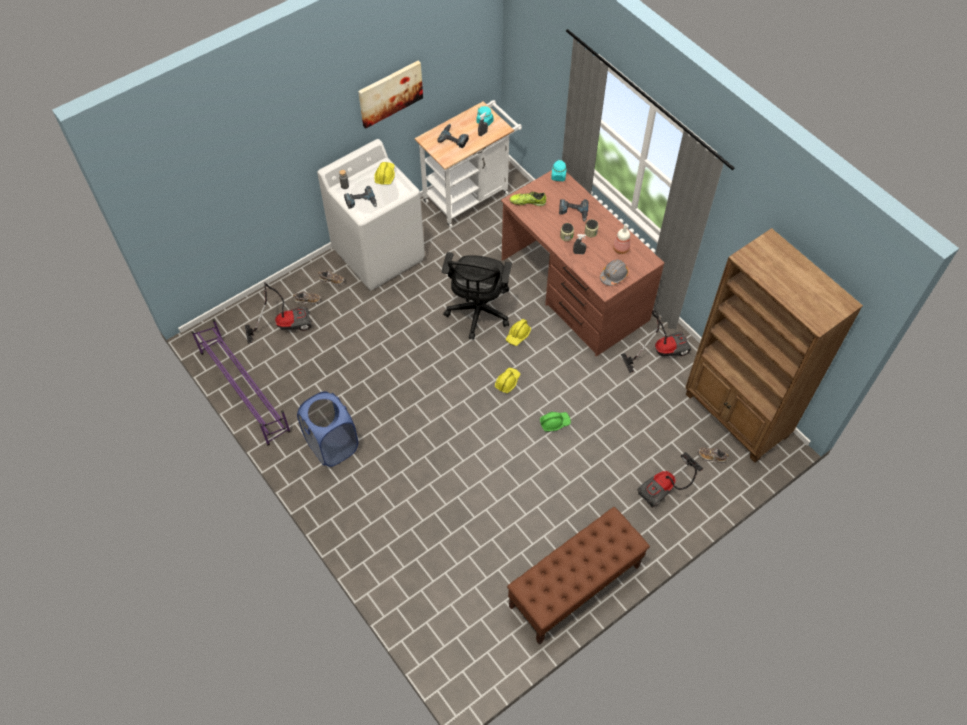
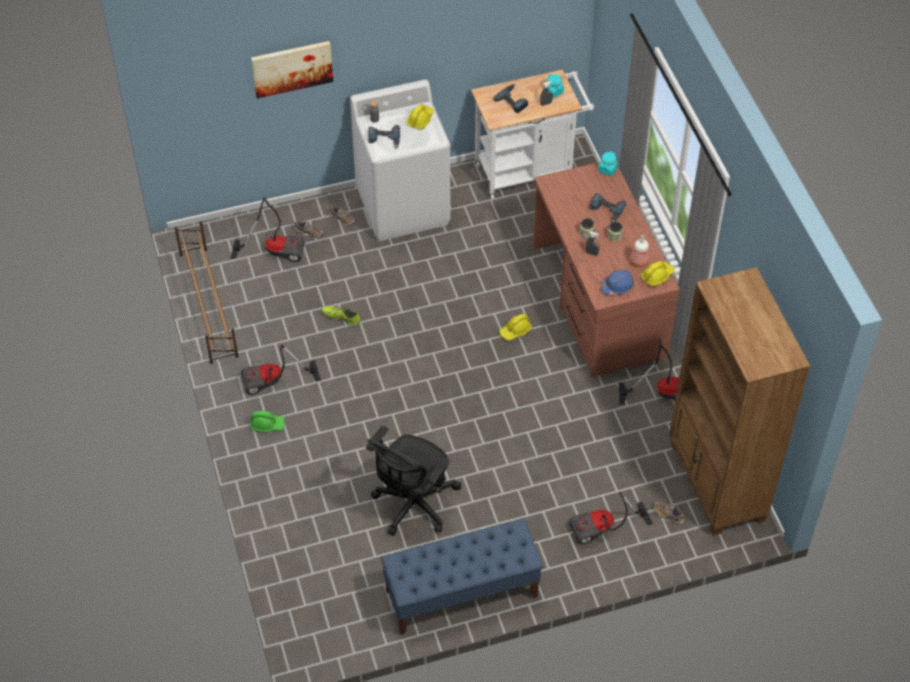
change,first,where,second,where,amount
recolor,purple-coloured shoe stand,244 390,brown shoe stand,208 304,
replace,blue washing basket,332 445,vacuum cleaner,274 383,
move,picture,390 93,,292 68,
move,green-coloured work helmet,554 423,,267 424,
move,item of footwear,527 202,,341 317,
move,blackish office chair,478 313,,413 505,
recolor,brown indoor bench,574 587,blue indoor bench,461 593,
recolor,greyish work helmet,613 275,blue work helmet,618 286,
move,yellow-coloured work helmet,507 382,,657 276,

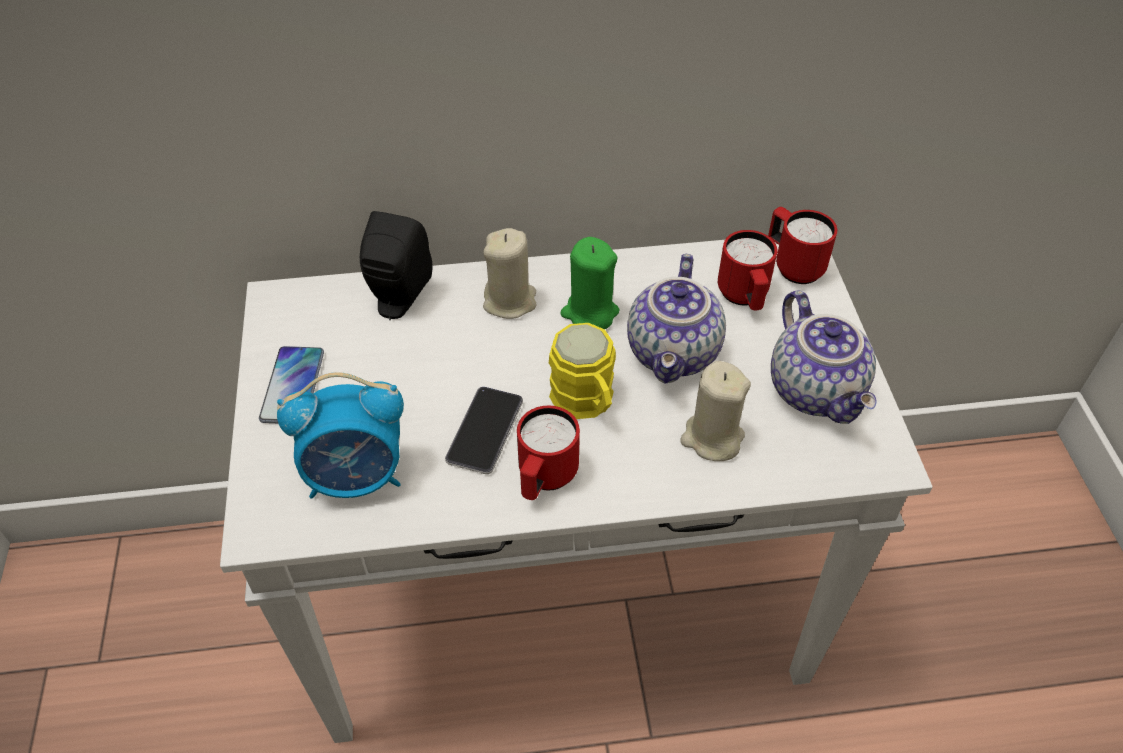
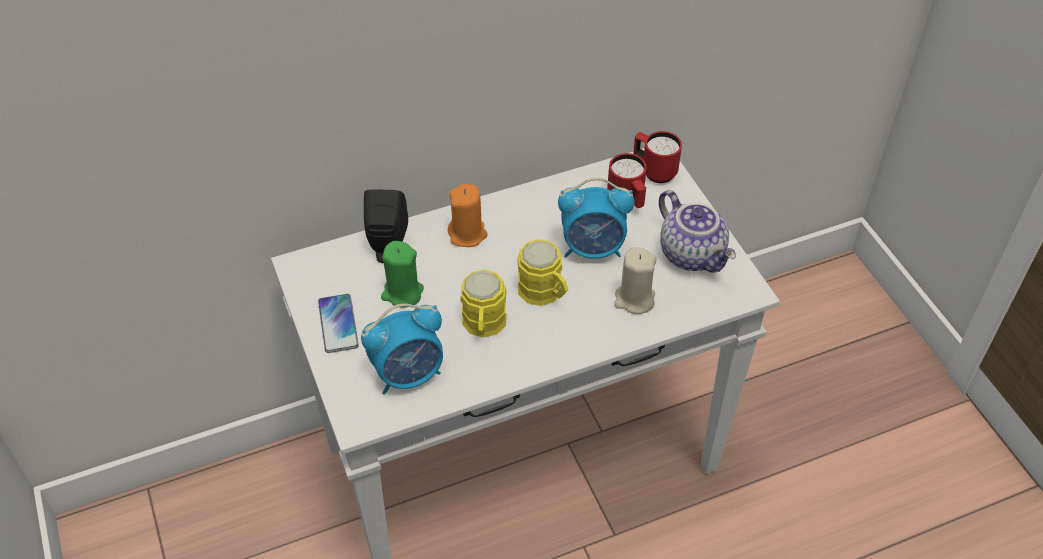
change,first,where,second,where,amount
move,green-coloured wax candle,589 313,,402 293,
recolor,beige-coloured wax candle,510 301,orange wax candle,467 234,
replace,phone,485 431,yellow-coloured mug,483 326,
replace,tea pot,675 354,bedside clock,593 248,
delete,red mug,544 479,,,

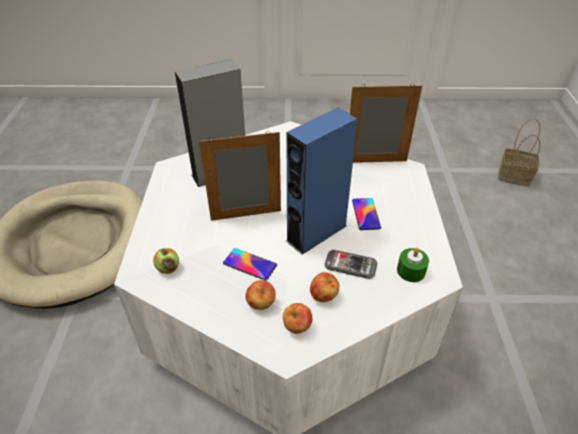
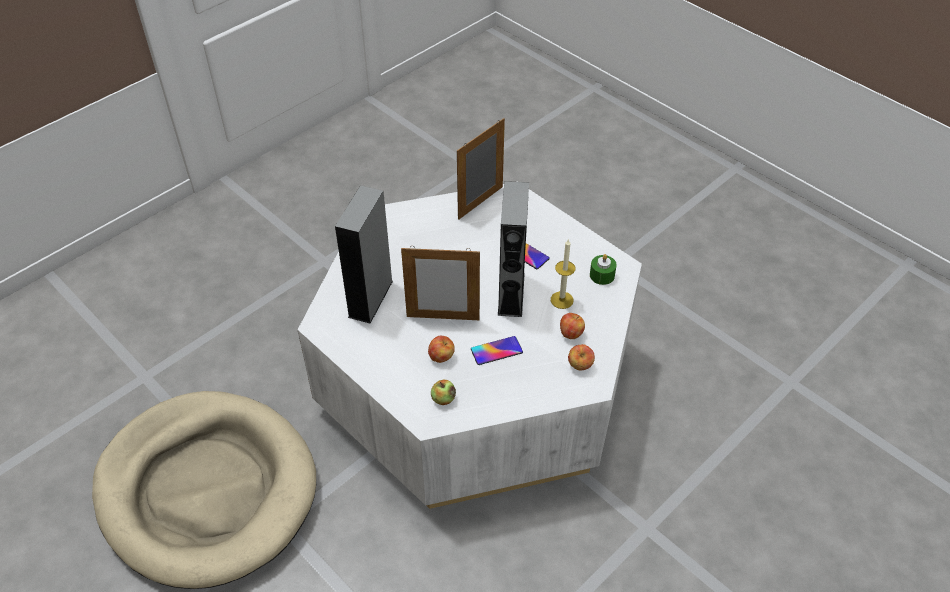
change,first,where,second,where,amount
rotate,picture frame,246 215,,443 318,120 degrees counterclockwise
move,whole apple,261 304,,441 357,
recolor,blue speaker,316 233,greyish speaker,511 293,
replace,phone,350 265,wax candle,562 300,
delete,storage basket,515 176,,,

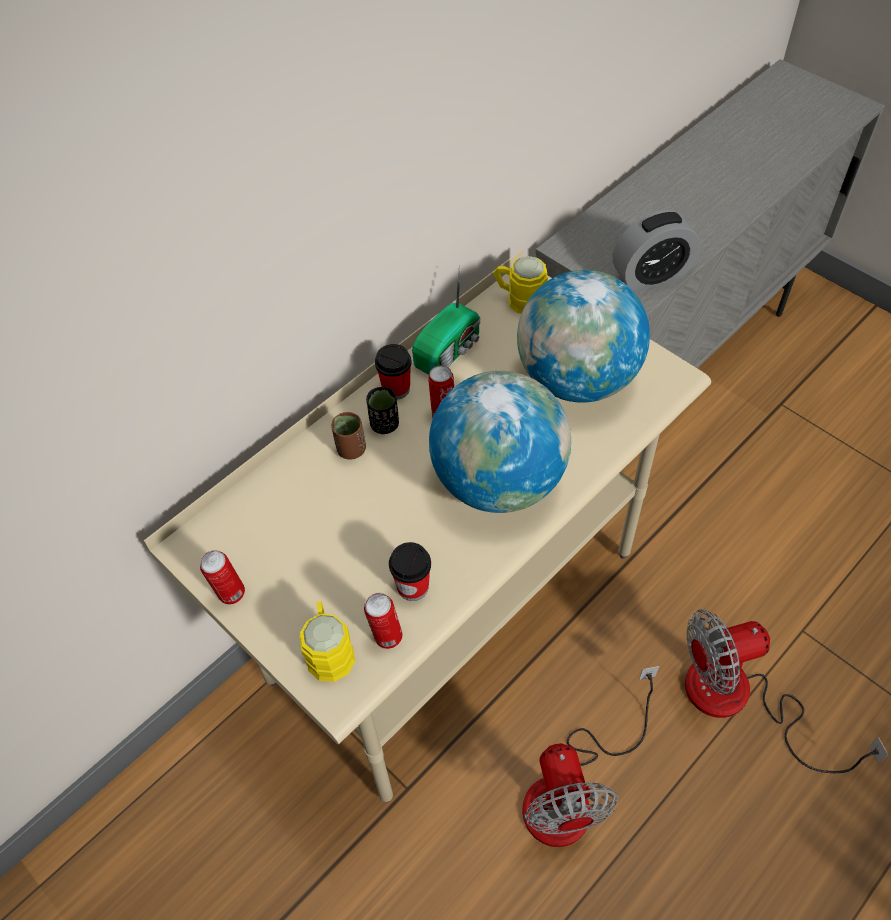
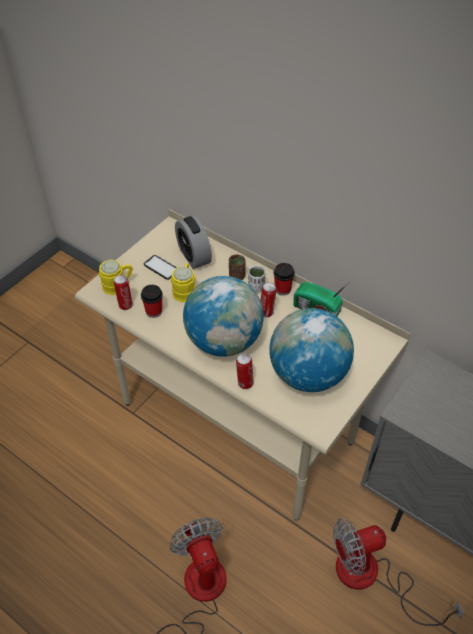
change,first,where,second,where,amount
insert,,,phone,161 267,
move,yellow-coloured mug,519 299,,185 289,
move,bedside clock,651 276,,194 256,
move,metal can,230 594,,244 383,
recolor,blackish cup,384 424,white-coloured cup,256 288,
move,electric fan,572 791,,371 577,

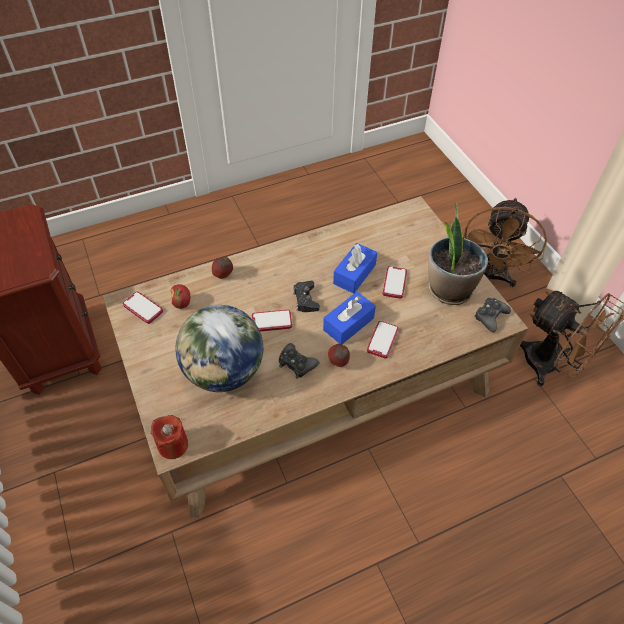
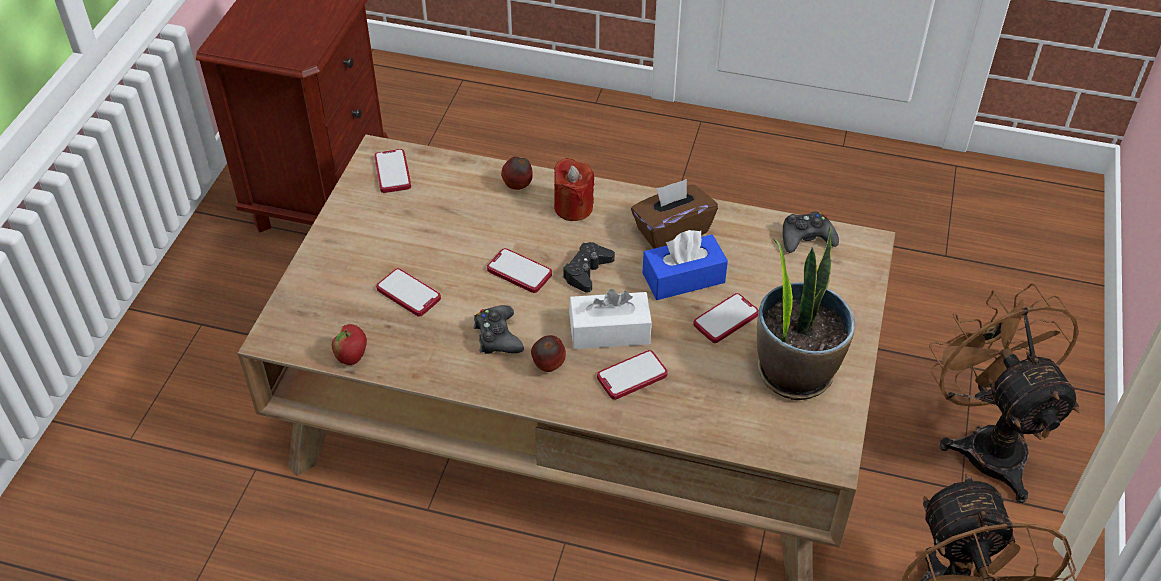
change,first,where,second,where,amount
move,whole apple,182 304,,352 358,
replace,desk globe,224 372,phone,408 294,
move,red wax candle,173 445,,573 207,
recolor,blue tissue box,348 324,white-coloured tissue box,609 331,
insert,,,brown tissue box,672 231,
move,blackish joypad,490 317,,806 238,
rotate,brown electric fan,489 276,,986 442,105 degrees clockwise

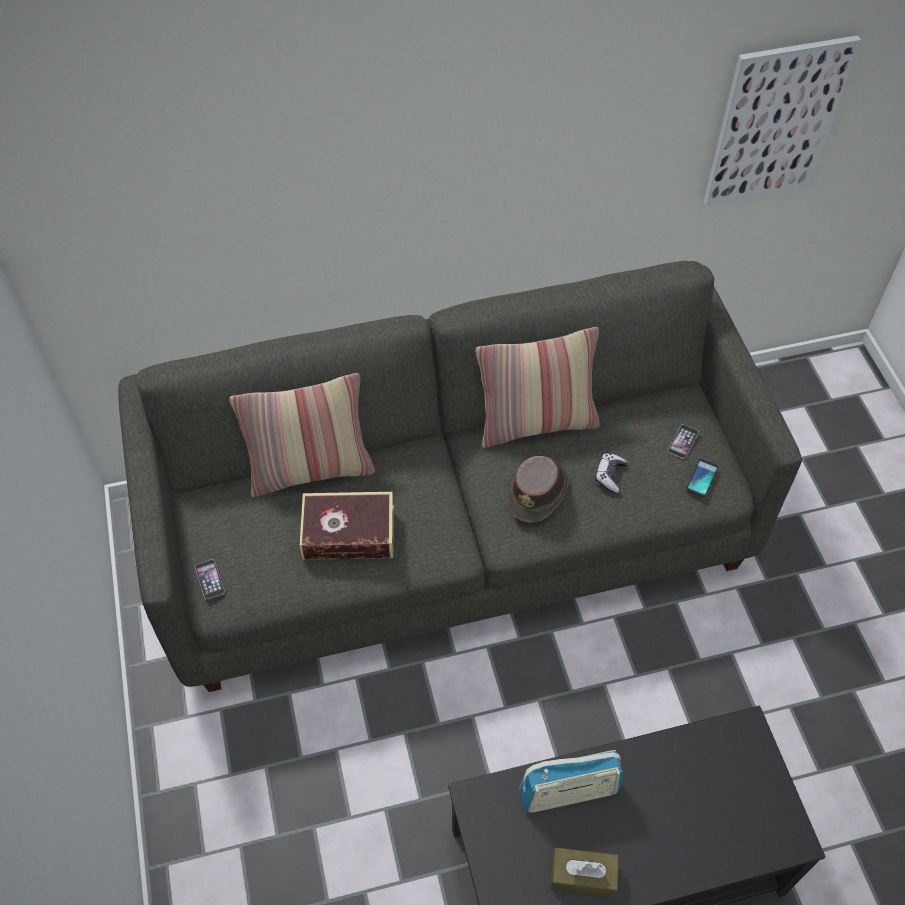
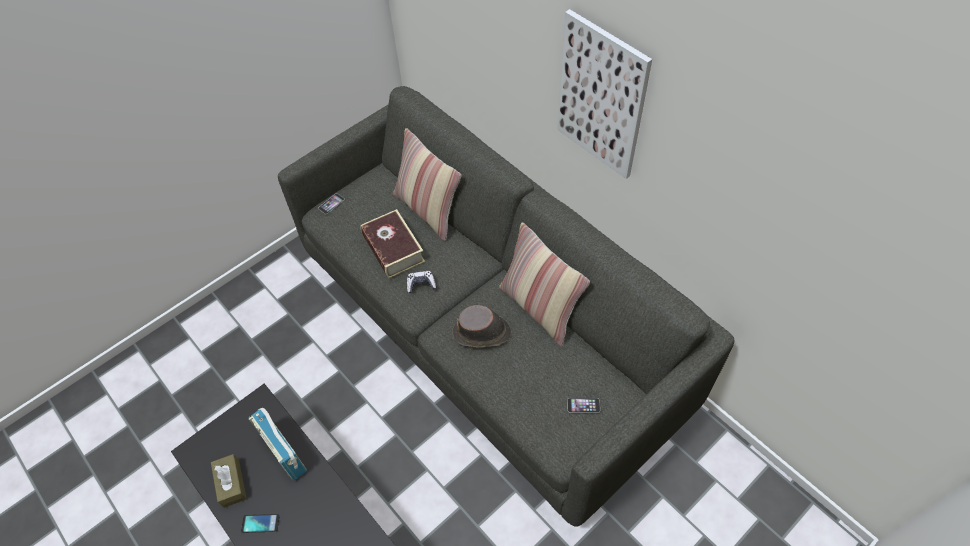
change,first,where,second,where,amount
move,phone,702 478,,260 523,
move,joypad,610 475,,421 284,
move,picture,776 123,,601 97,

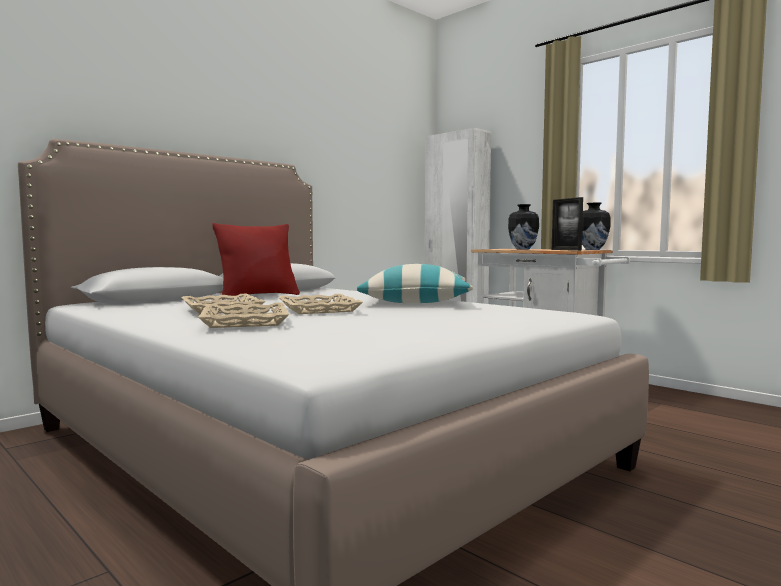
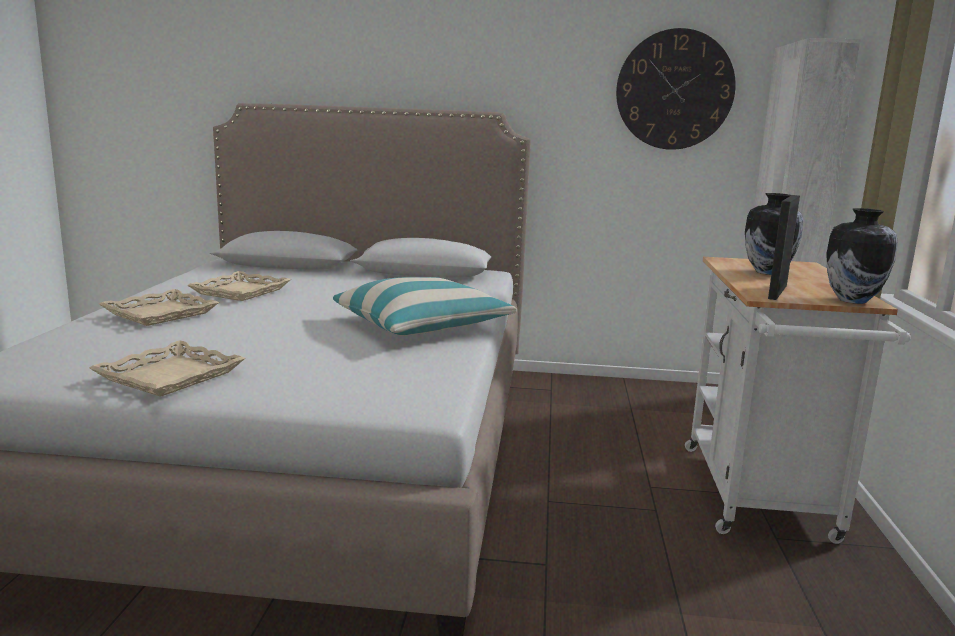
change,first,where,second,where,amount
move,beige-coloured carrying tray,320 309,,170 376,
insert,,,wall clock,674 90,
delete,red pillow,258 296,,,

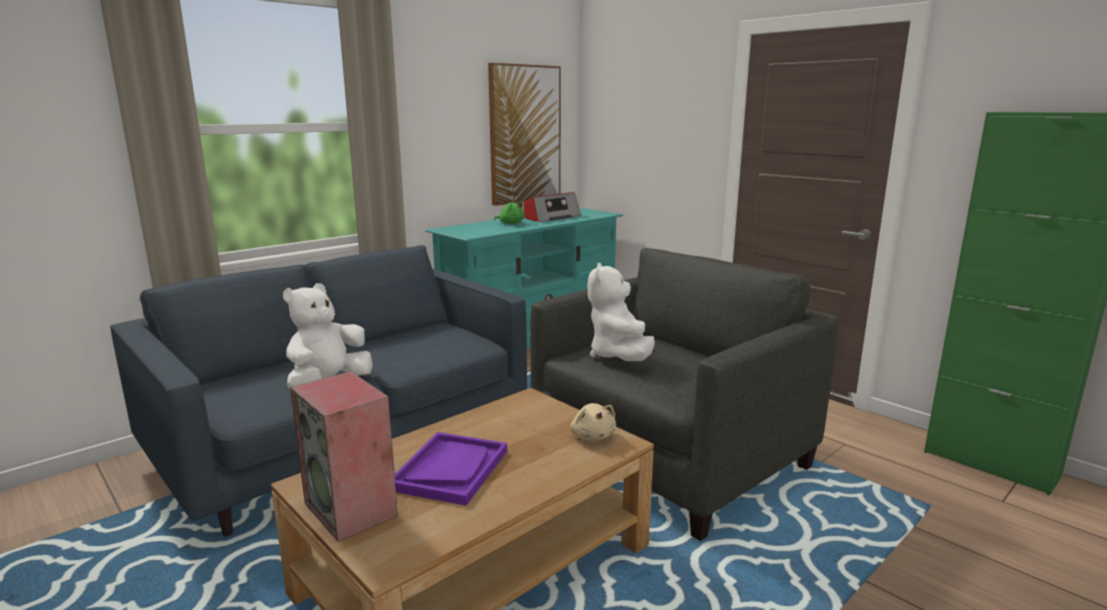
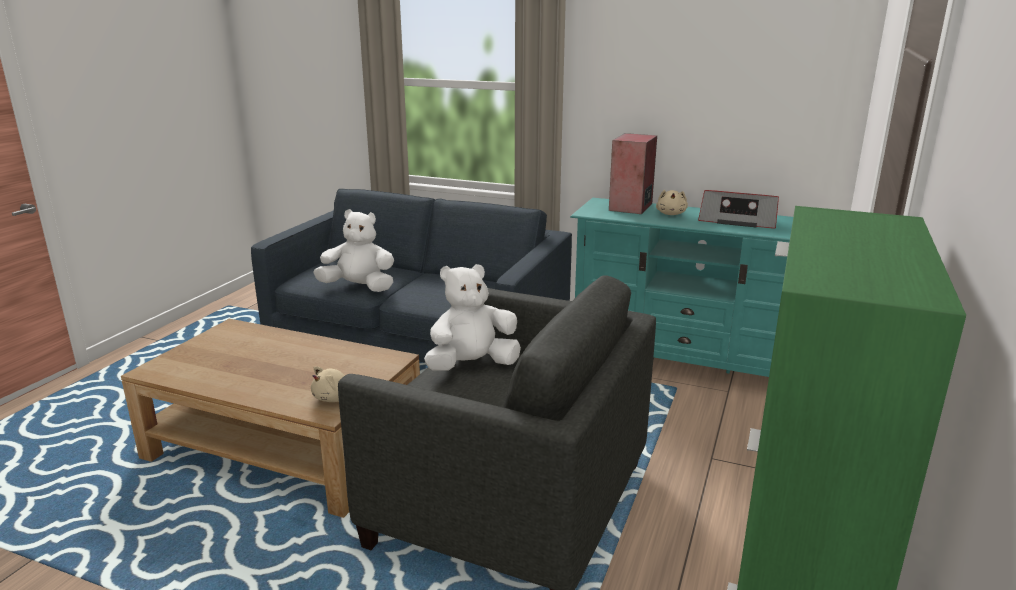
change,first,where,second,where,amount
move,speaker,352 509,,631 207,
recolor,green-coloured plush toy,510 223,beige-coloured plush toy,671 214,
delete,purple-coloured carrying tray,450 470,,,
delete,picture,525 134,,,

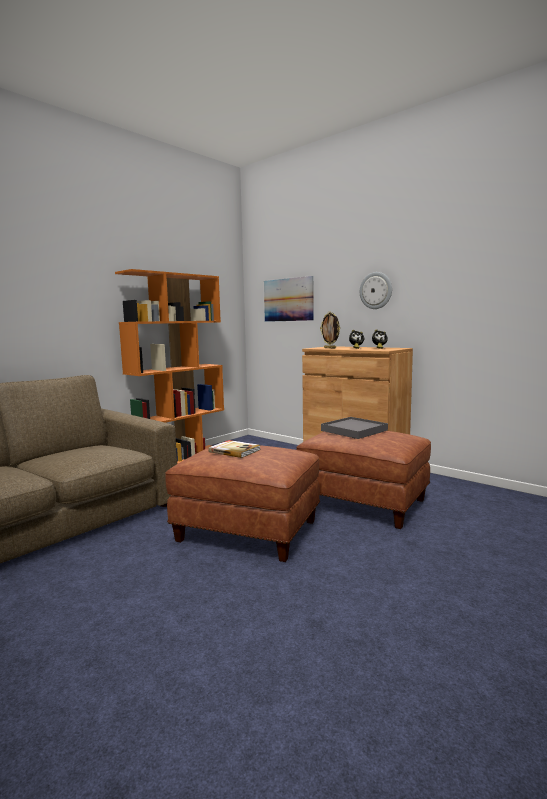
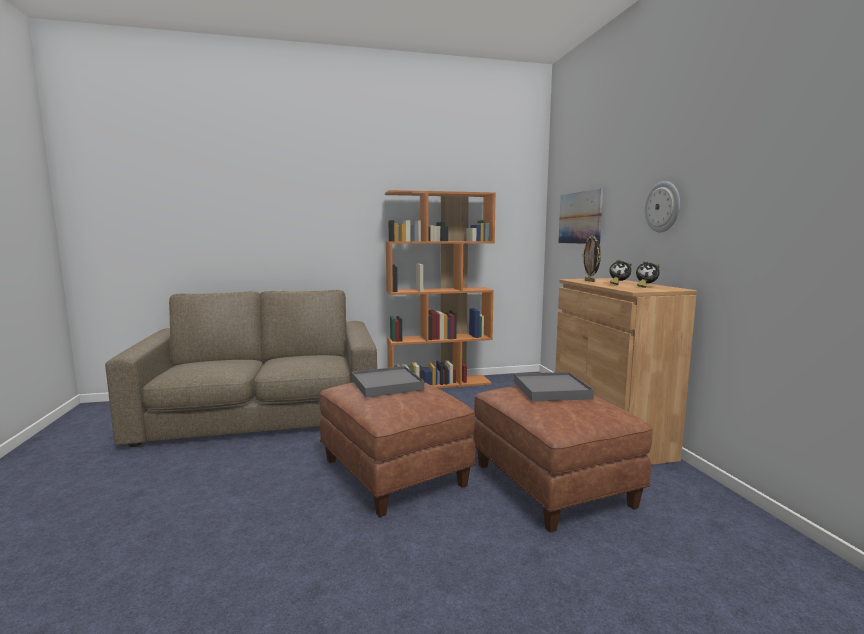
change,first,where,second,where,amount
replace,volume,234 450,greyish carrying tray,386 384,

